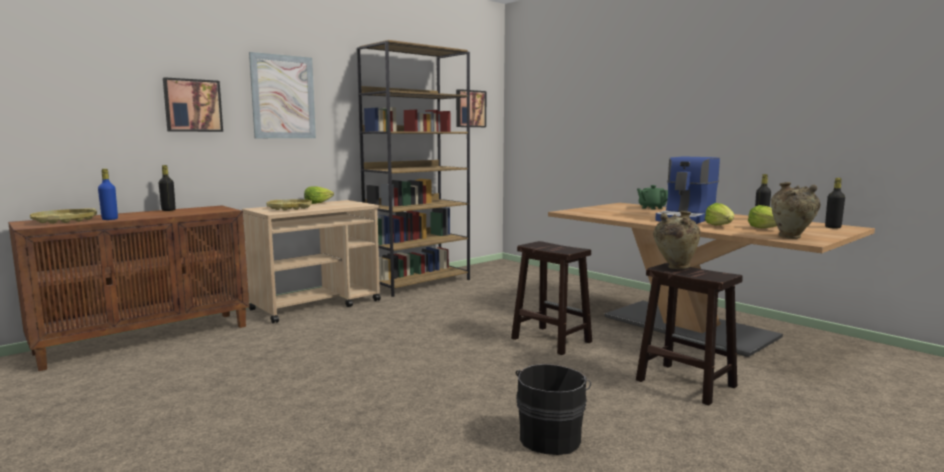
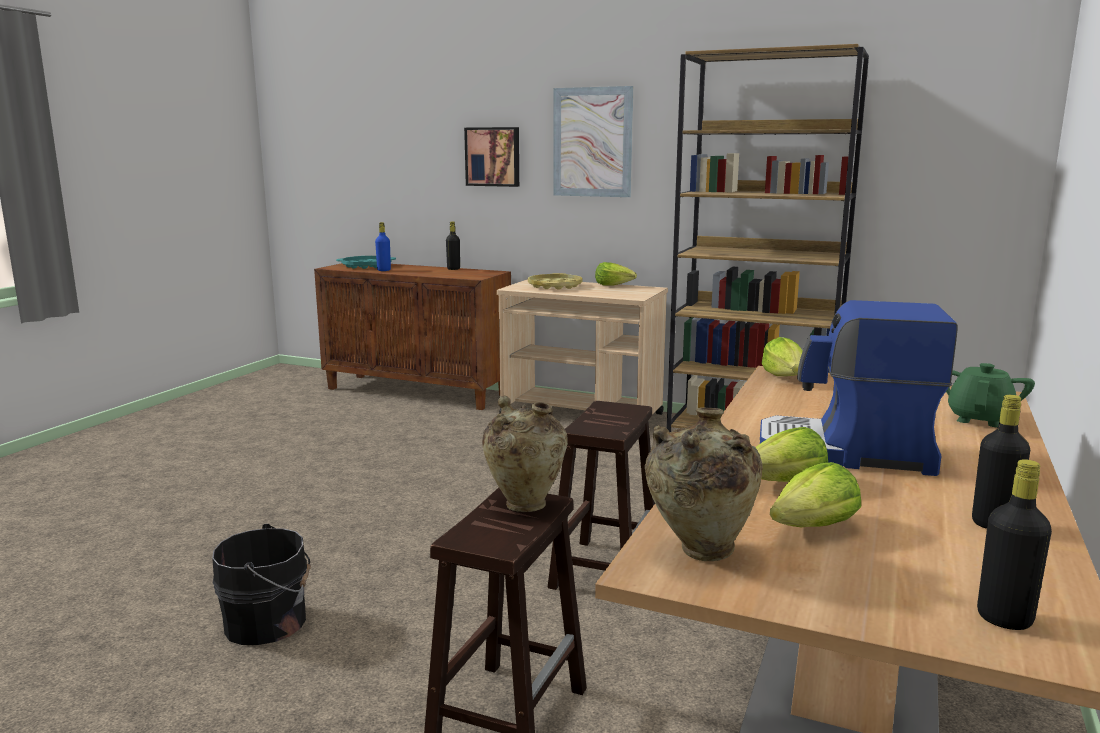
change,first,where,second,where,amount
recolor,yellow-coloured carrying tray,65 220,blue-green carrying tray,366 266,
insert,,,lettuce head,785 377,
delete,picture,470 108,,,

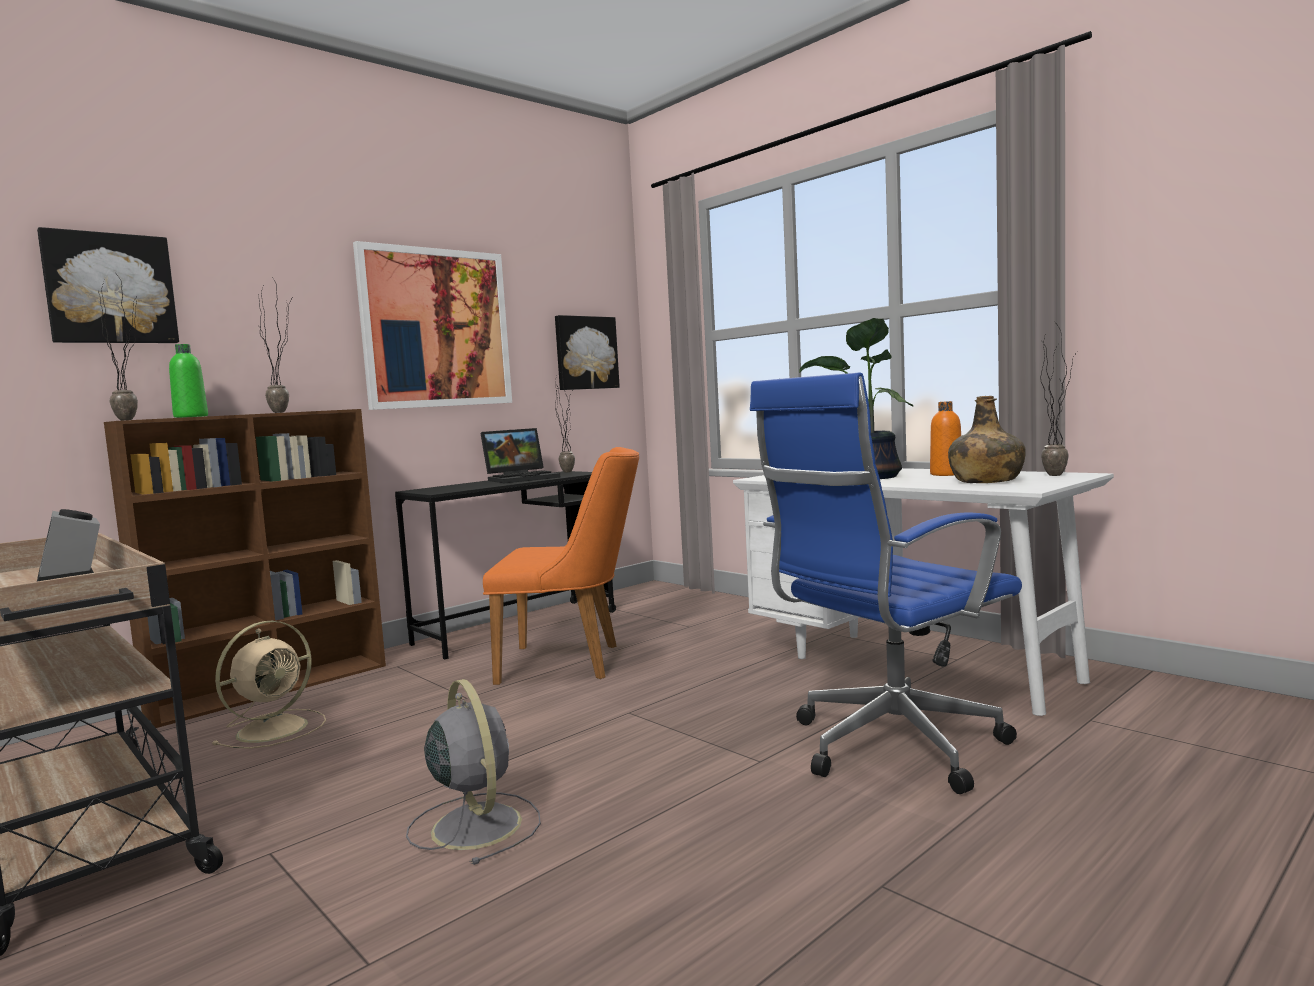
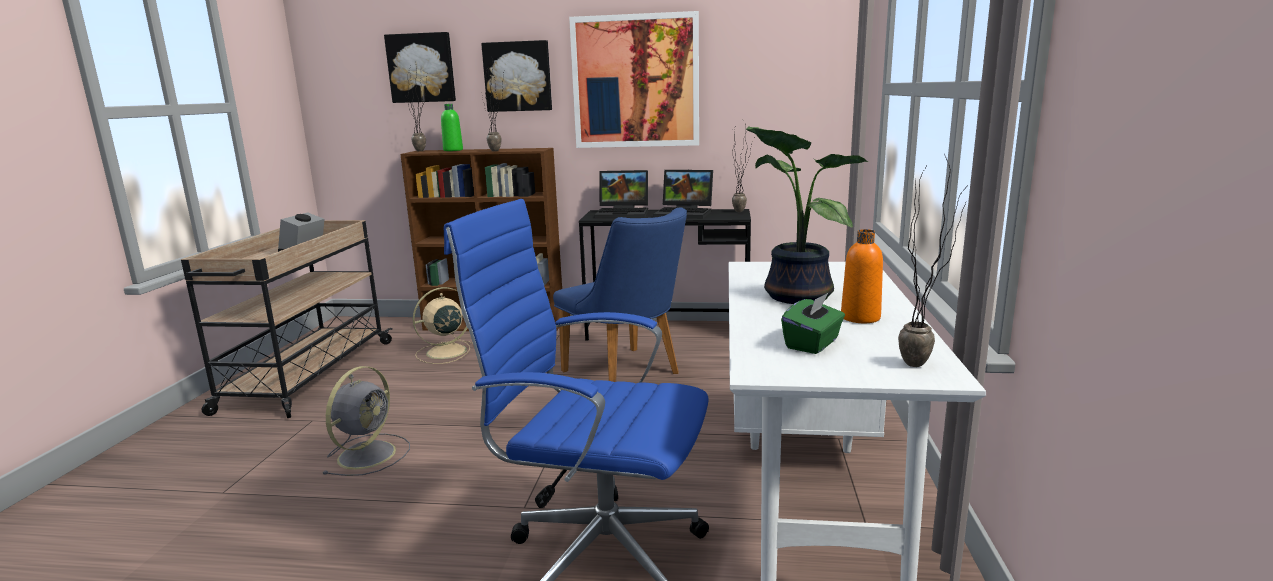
change,first,where,second,where,amount
rotate,beige-coloured electric fan,275 728,,444 352,150 degrees clockwise
move,picture,585 353,,518 76,
recolor,orange upright chair,572 662,blue upright chair,628 374,
insert,,,portable computer,624 213,
replace,green-coloured bottle,985 481,green-coloured tissue box,813 344,

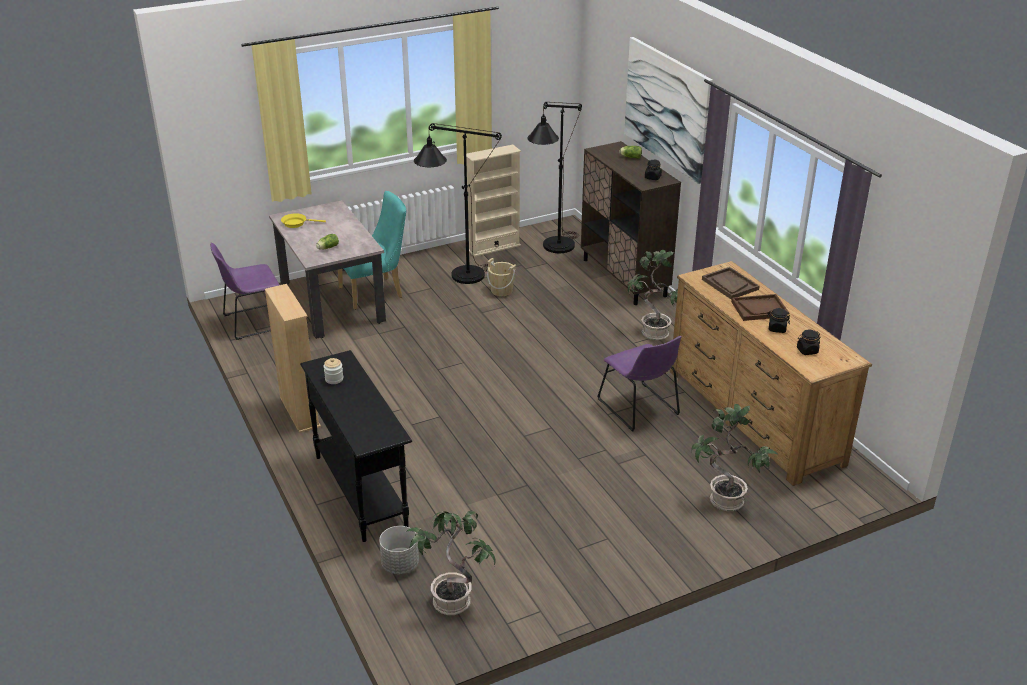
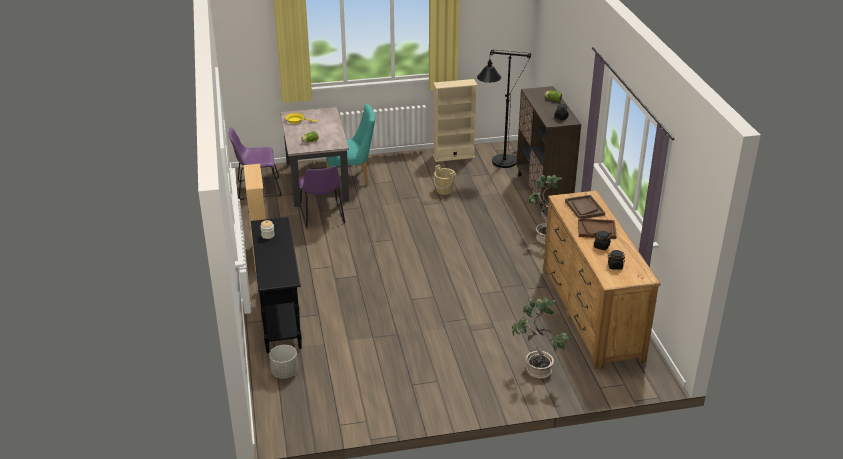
change,first,where,second,where,amount
move,purple-coloured upright chair,640 409,,322 216,
delete,plant in a pot,453 600,,,
delete,blackish standard lamp,459 278,,,
delete,picture,667 108,,,

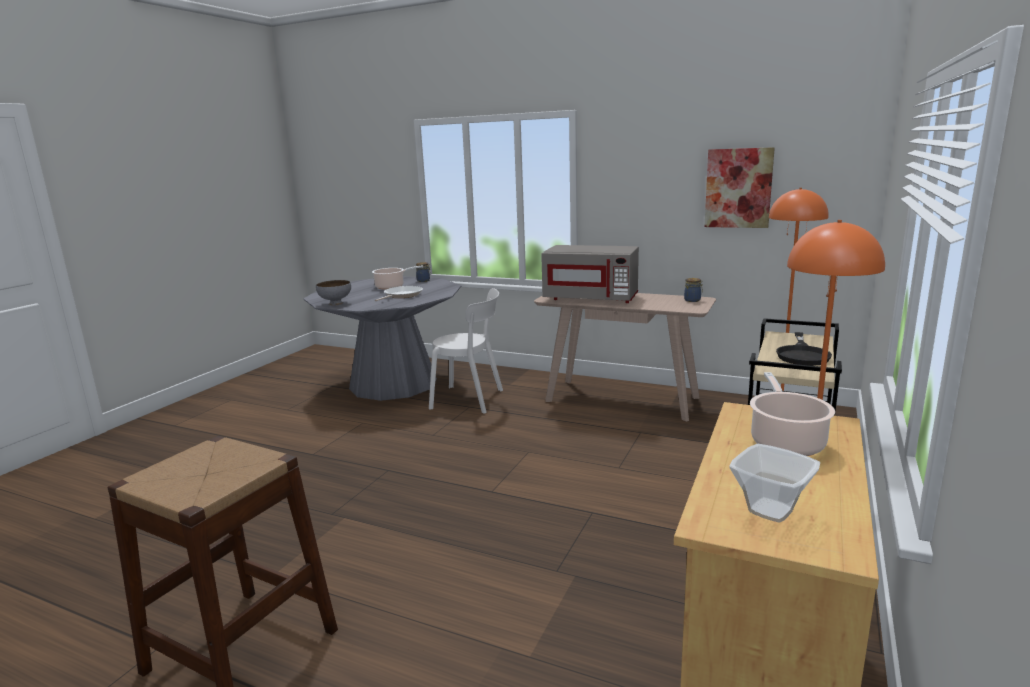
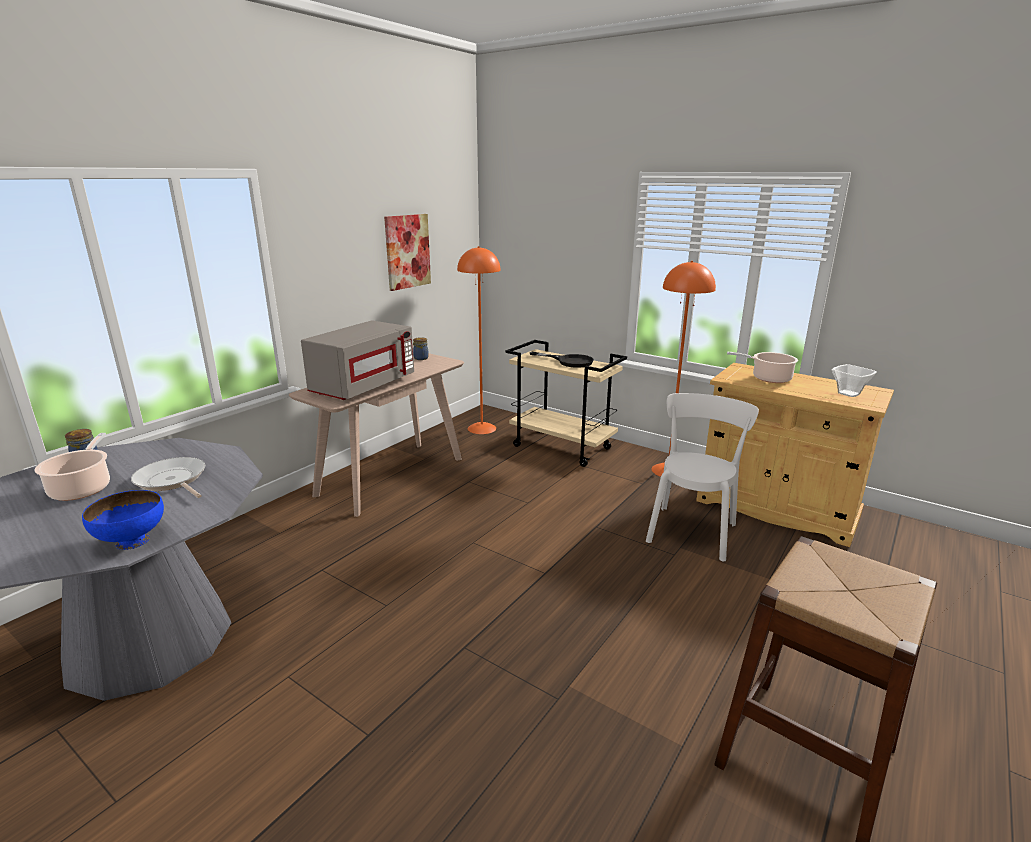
change,first,where,second,where,amount
recolor,greyish serving bowl,335 303,blue serving bowl,131 542,
move,white-coloured upright chair,470 399,,692 530,

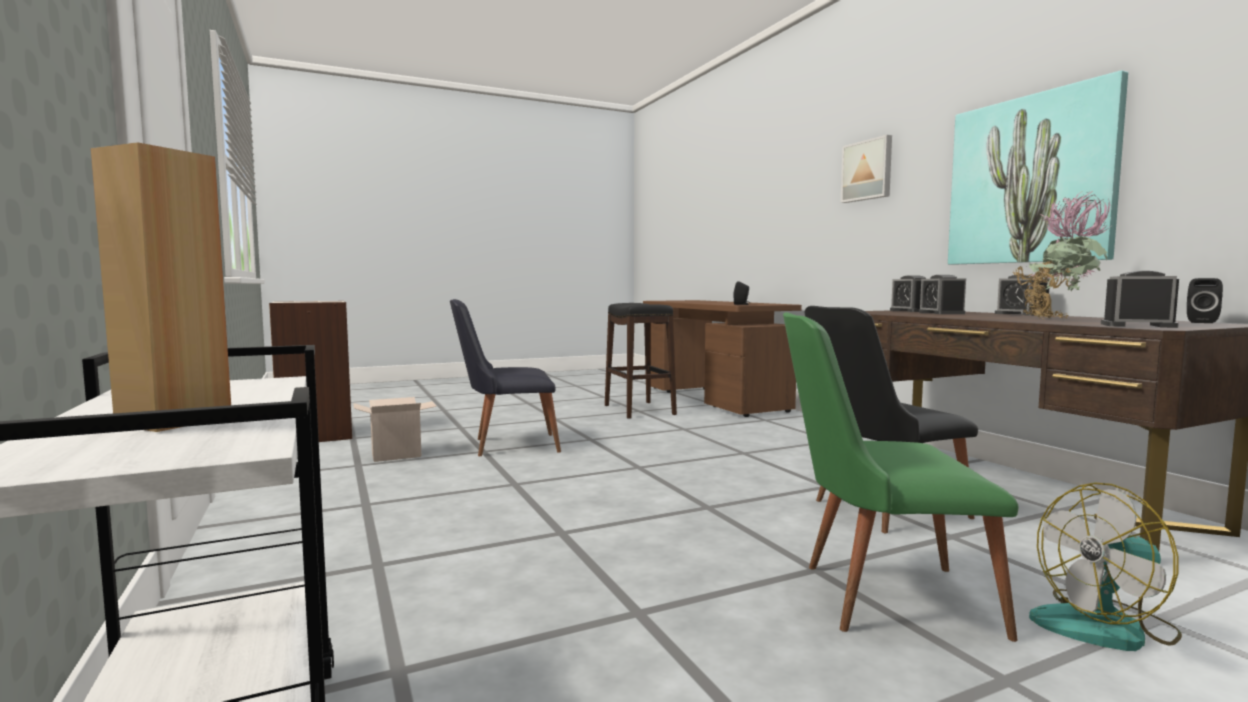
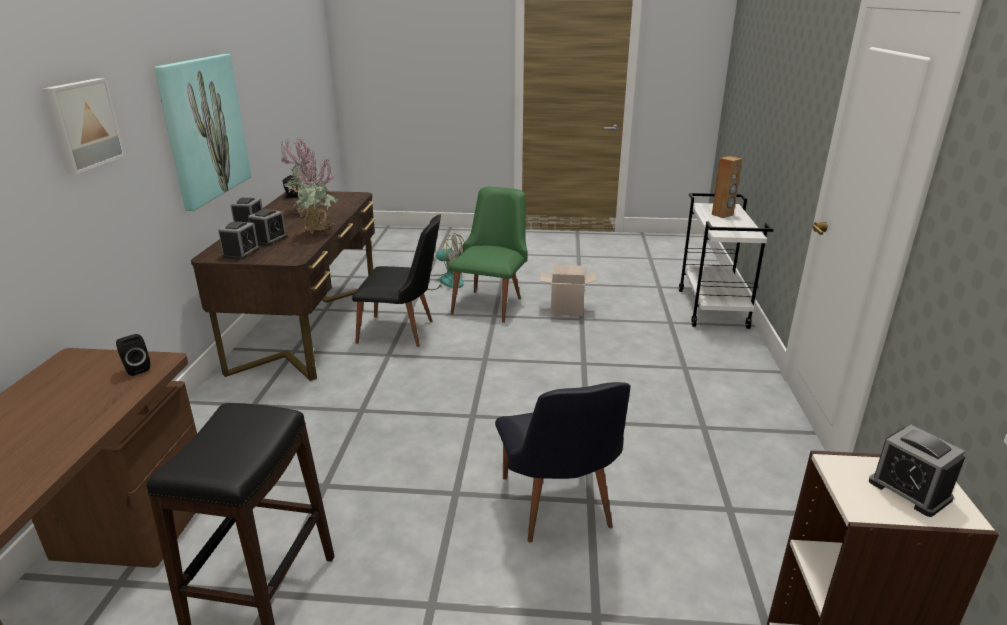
change,first,where,second,where,amount
insert,,,plant in a pot,320 233,
rotate,green-coloured upright chair,877 596,,491 303,105 degrees counterclockwise
rotate,blackish upright chair,506 445,,558 510,60 degrees clockwise
move,packing box,398 455,,565 310,
move,bedside clock,1137 325,,909 490,

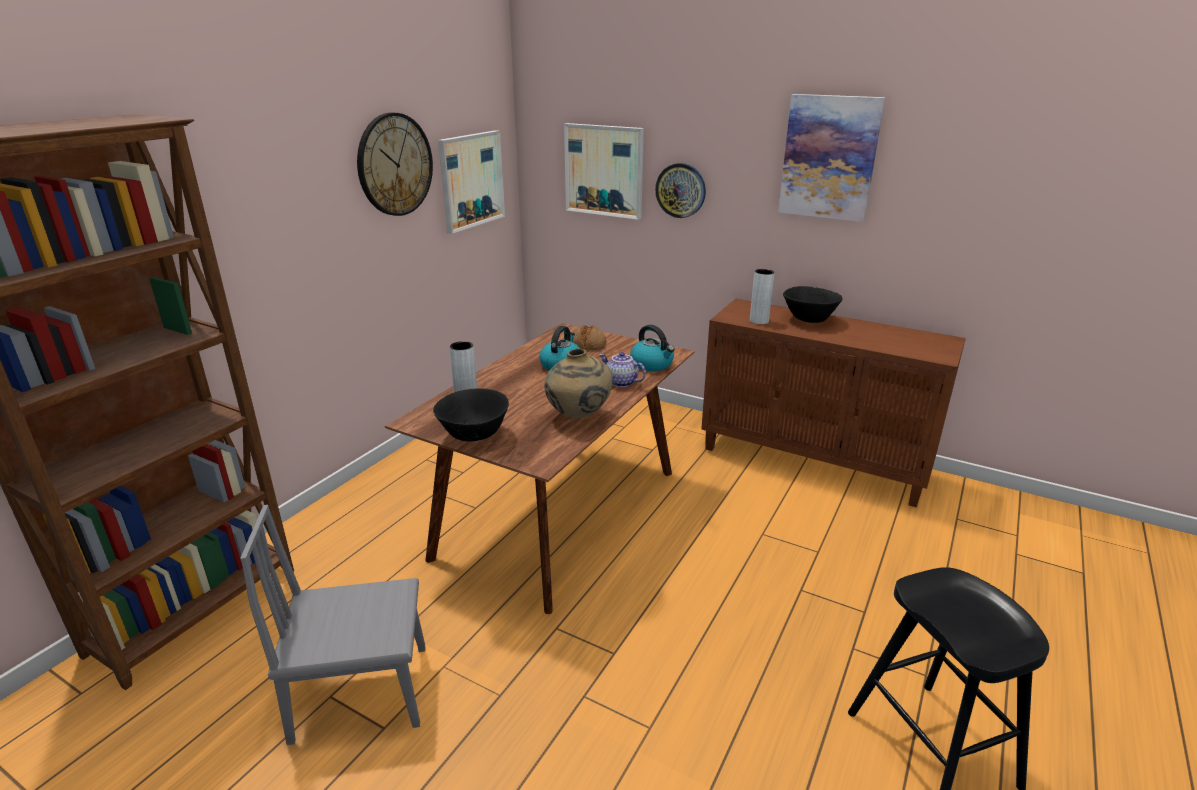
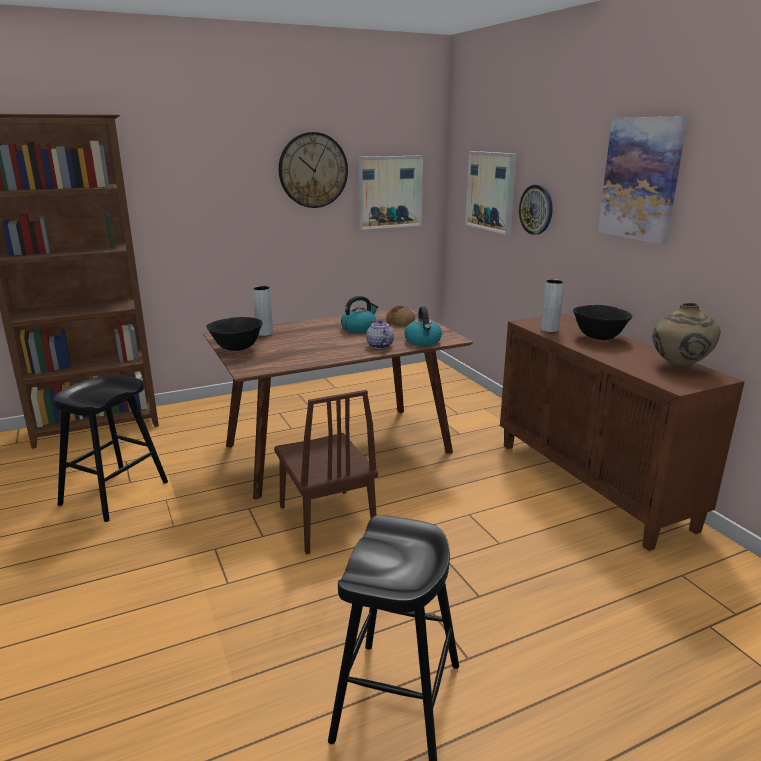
change,first,where,second,where,amount
replace,greyish upright chair,361 692,blackish stool seat,114 493,
insert,,,brown upright chair,326 520,
move,beige-coloured flower vase,578 417,,679 366,

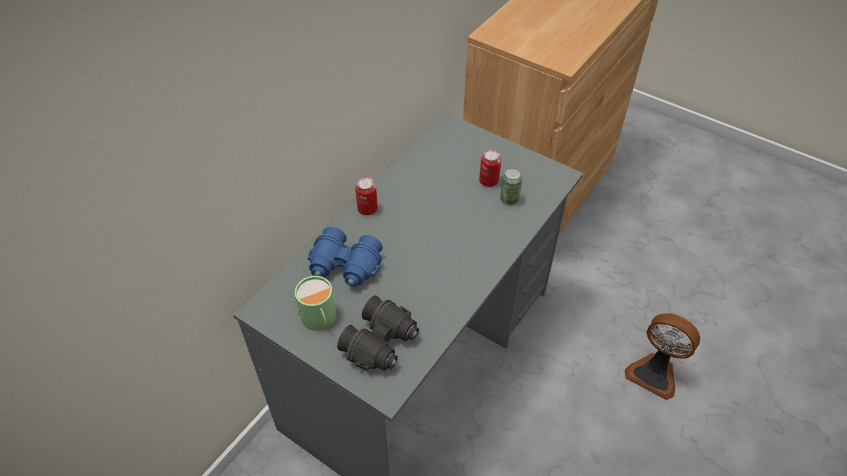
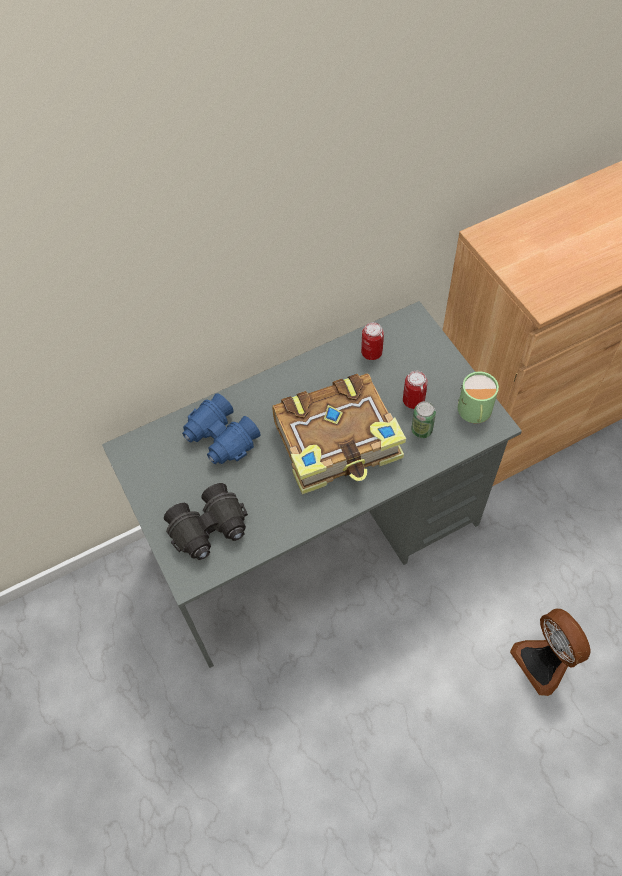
change,first,where,second,where,amount
insert,,,volume,339 443,
move,metal can,367 209,,371 352,
move,green-coloured mug,319 319,,474 412,

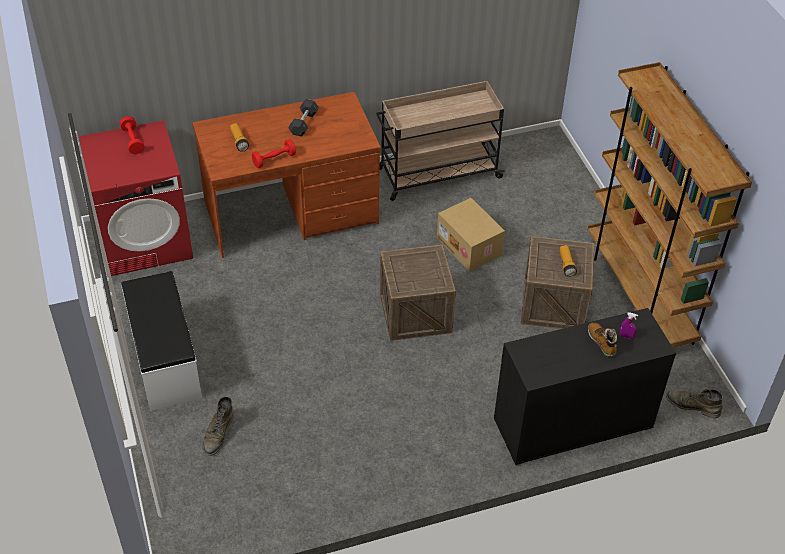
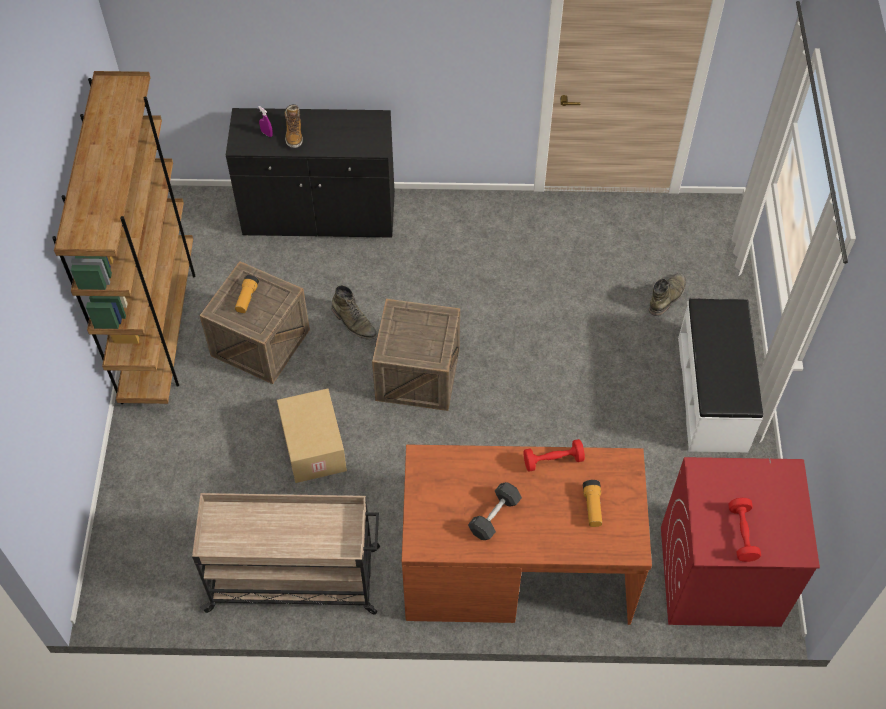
change,first,where,second,where,amount
move,green-coloured boot,692 405,,354 322,

